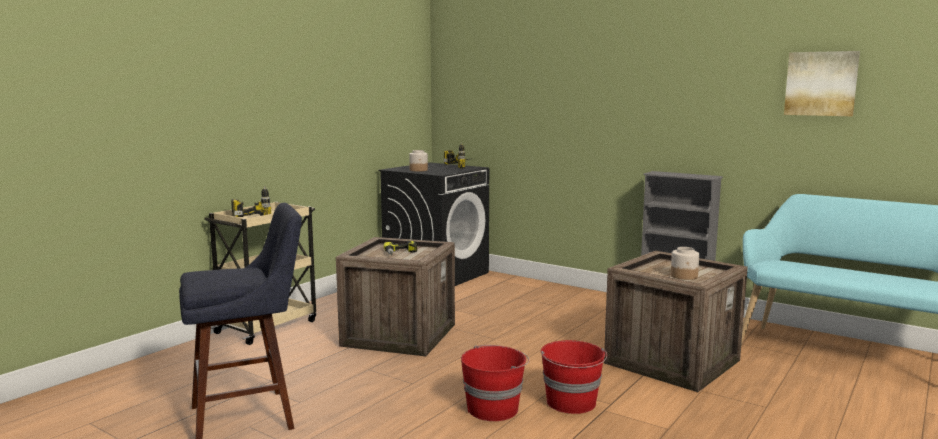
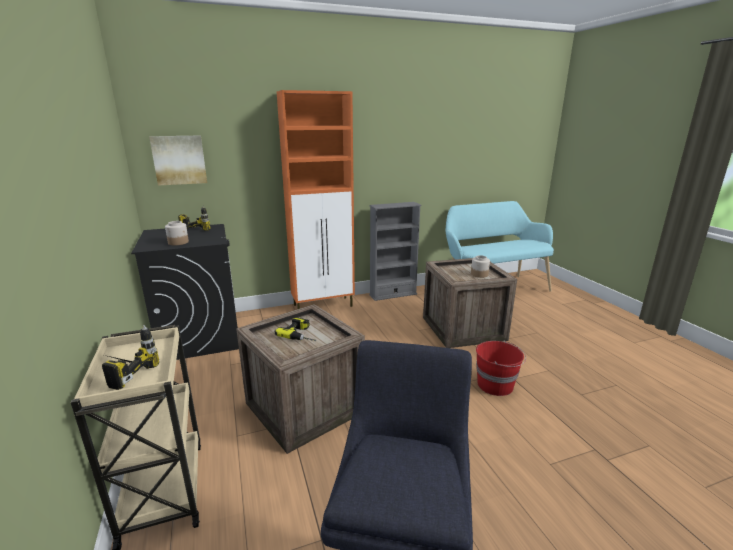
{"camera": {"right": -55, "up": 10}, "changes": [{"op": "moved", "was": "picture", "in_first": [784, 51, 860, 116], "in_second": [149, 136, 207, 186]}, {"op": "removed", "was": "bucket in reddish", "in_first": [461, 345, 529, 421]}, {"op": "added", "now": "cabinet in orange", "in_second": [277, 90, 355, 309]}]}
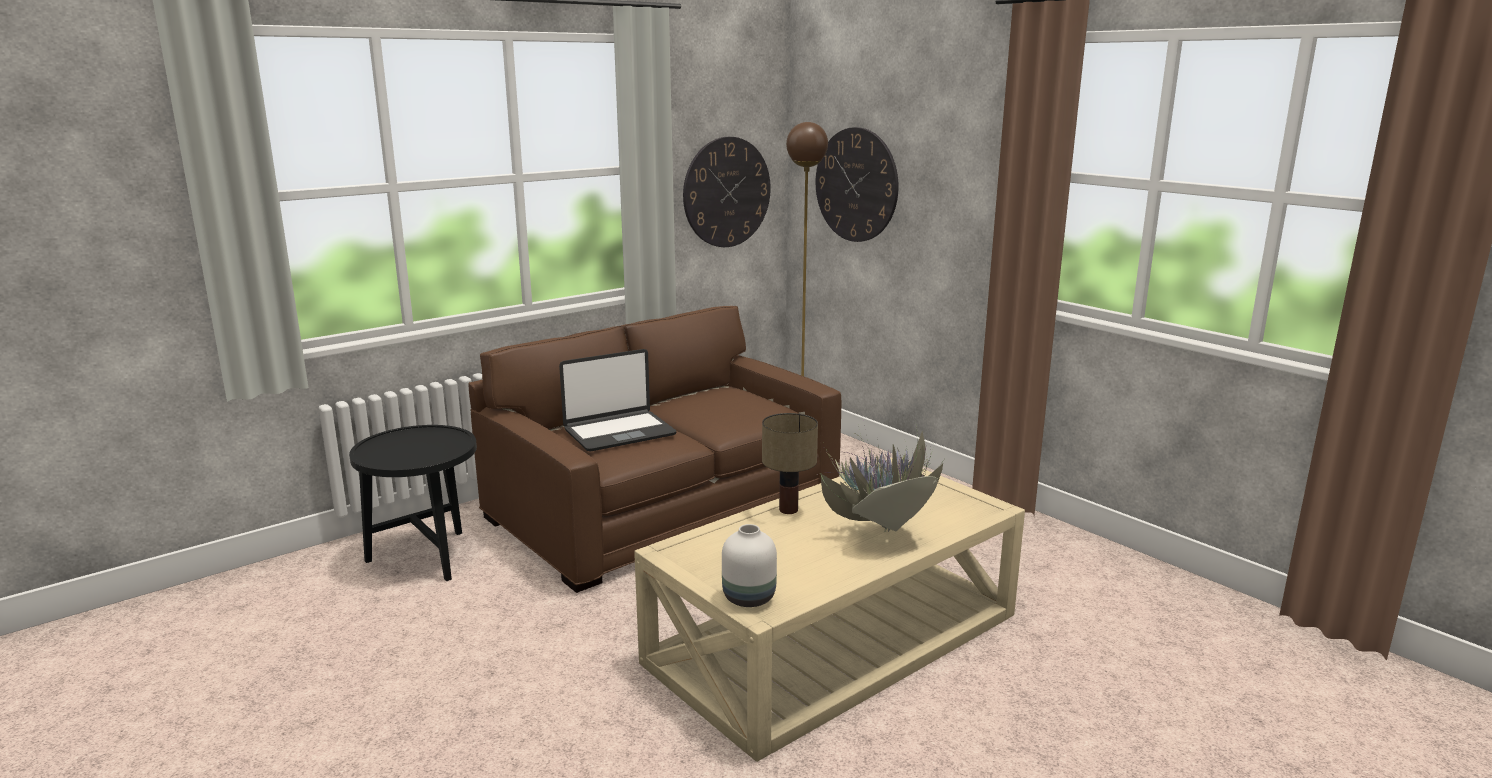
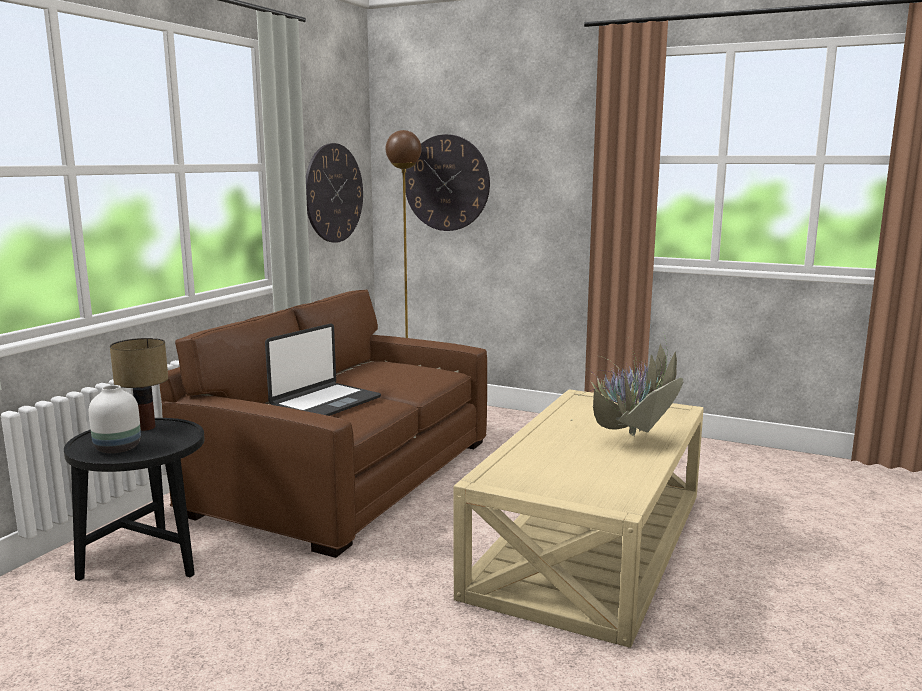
{"camera": {"right": -25, "up": -5}, "changes": [{"op": "moved", "was": "table lamp", "in_first": [762, 413, 818, 514], "in_second": [110, 338, 168, 431]}, {"op": "moved", "was": "vase in white", "in_first": [722, 524, 777, 607], "in_second": [89, 385, 141, 453]}]}
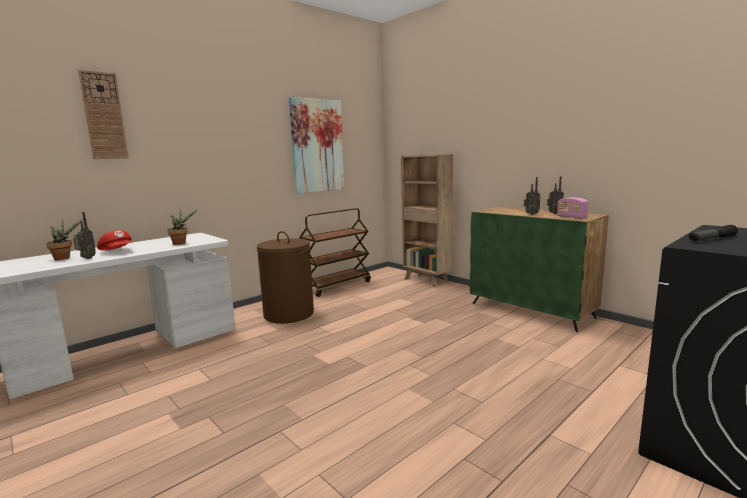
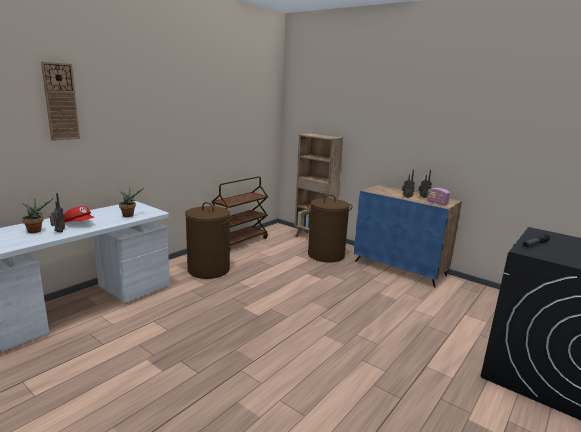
{"camera": {"right": -10, "up": 5}, "changes": [{"op": "removed", "was": "picture", "in_first": [289, 97, 345, 194]}, {"op": "recoloured", "was": "cabinet in greenish", "now": "cabinet in bluish", "in_first": [470, 207, 609, 332], "in_second": [354, 185, 462, 288]}, {"op": "added", "now": "washing basket in brownish", "in_second": [307, 195, 353, 263]}]}
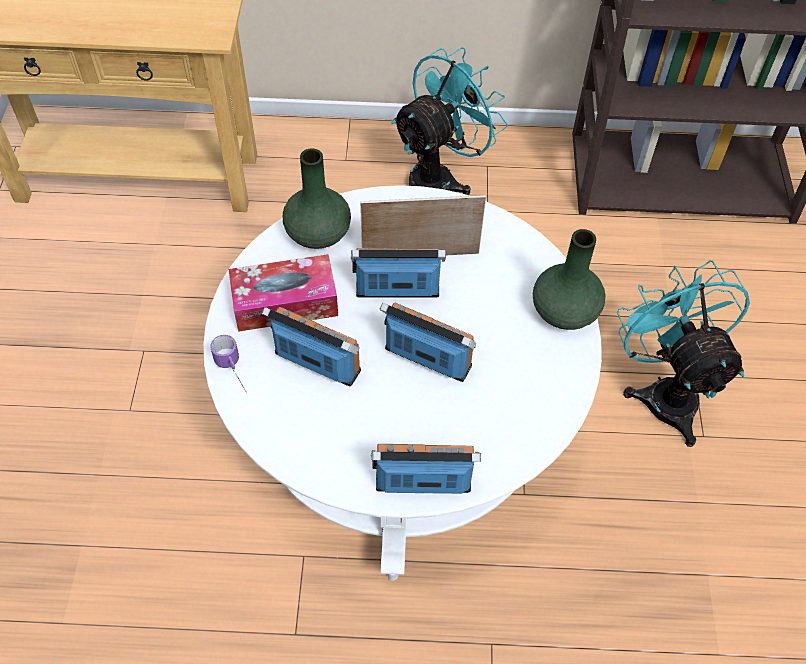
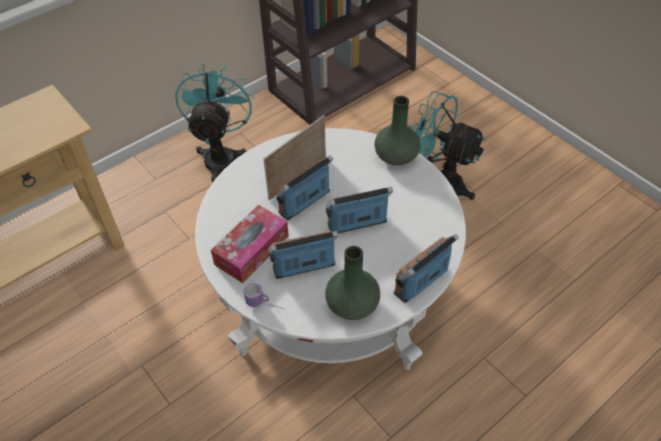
{"camera": {"right": -40, "up": -5}, "changes": [{"op": "moved", "was": "vase in greenish", "in_first": [283, 149, 351, 249], "in_second": [325, 246, 380, 320]}]}
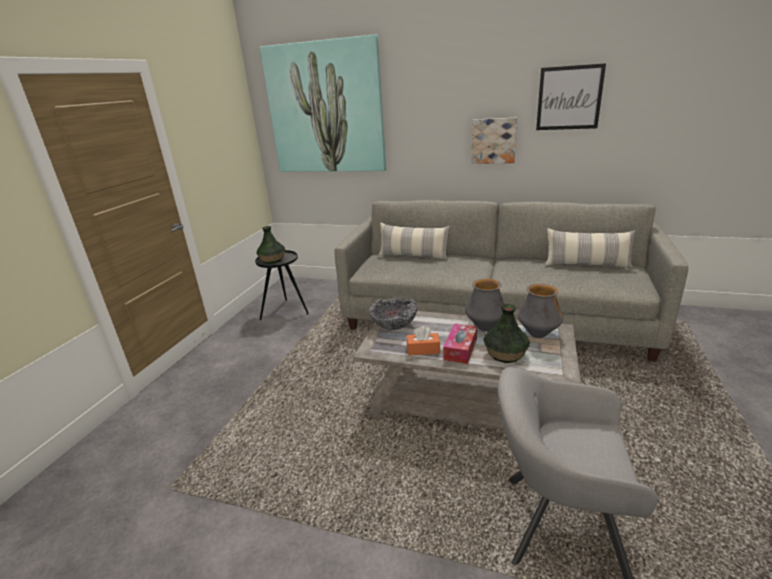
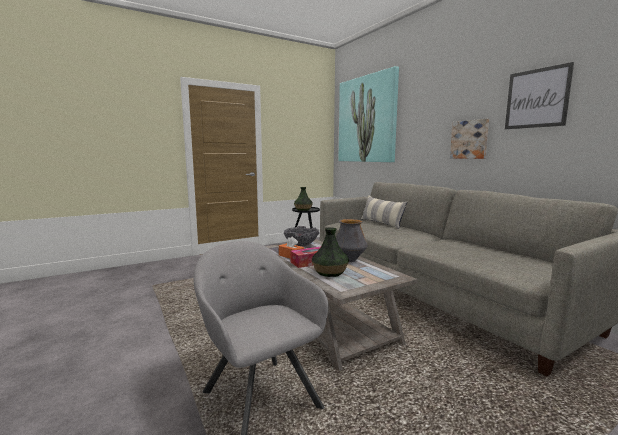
{"camera": {"right": 40, "up": -15}, "changes": [{"op": "removed", "was": "pillow", "in_first": [545, 228, 635, 269]}, {"op": "removed", "was": "vase", "in_first": [518, 283, 563, 338]}]}
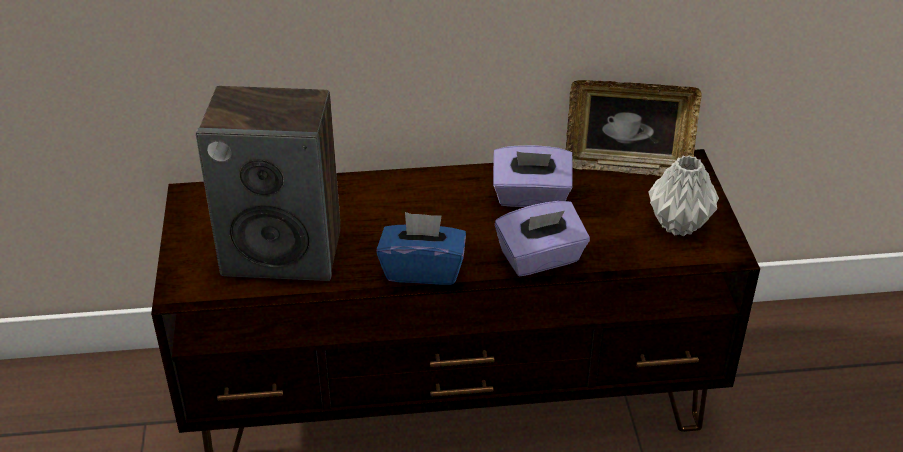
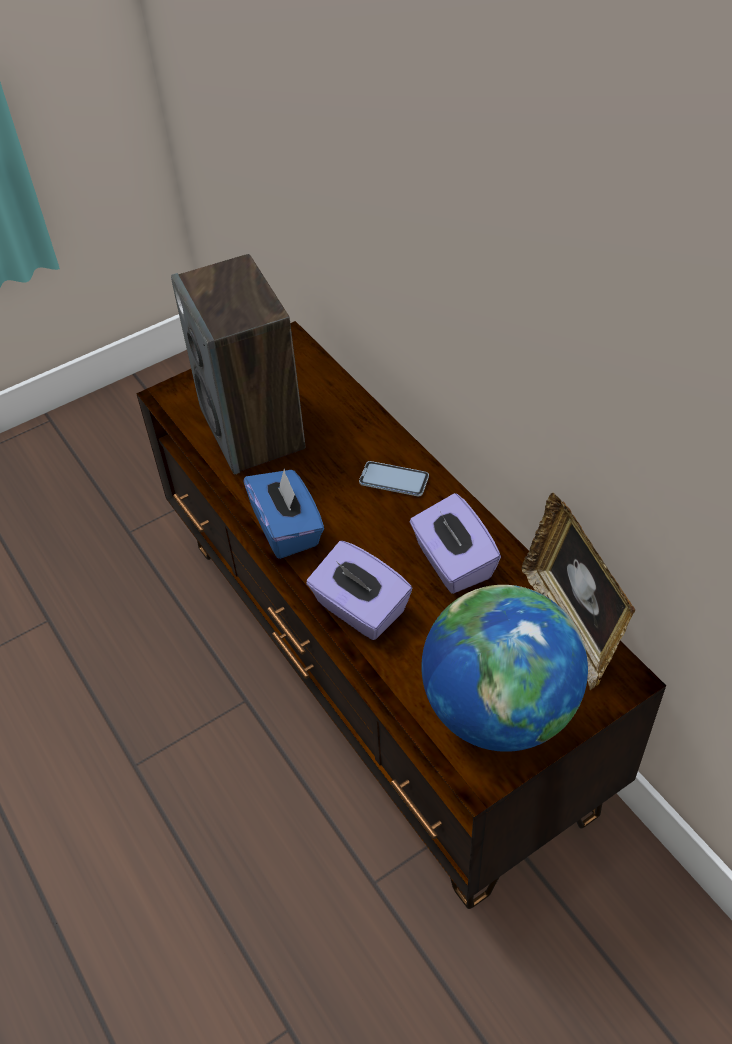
{"camera": {"right": 65, "up": 10}, "changes": [{"op": "replaced", "was": "vase in greyish", "now": "globe", "in_first": [648, 155, 719, 236], "in_second": [421, 585, 588, 752]}, {"op": "added", "now": "telephone", "in_second": [359, 461, 429, 497]}]}
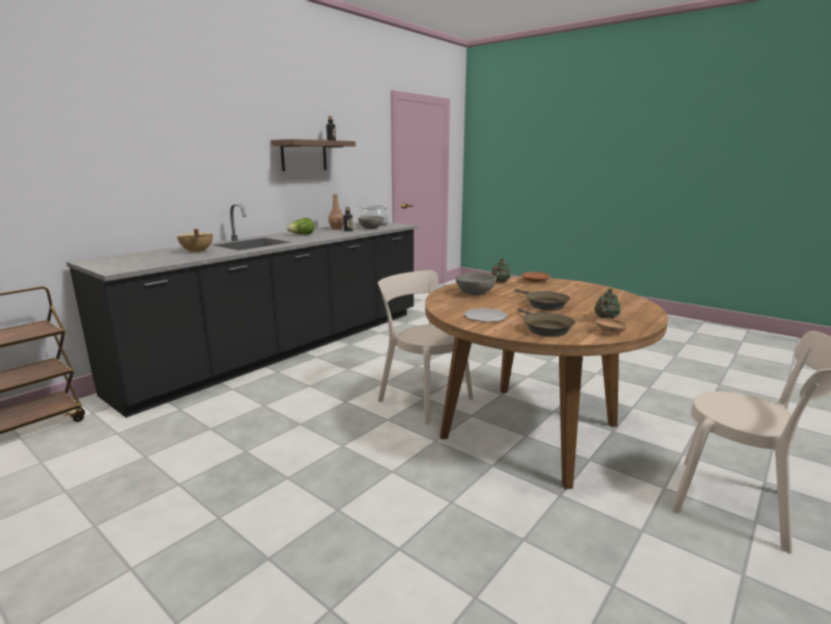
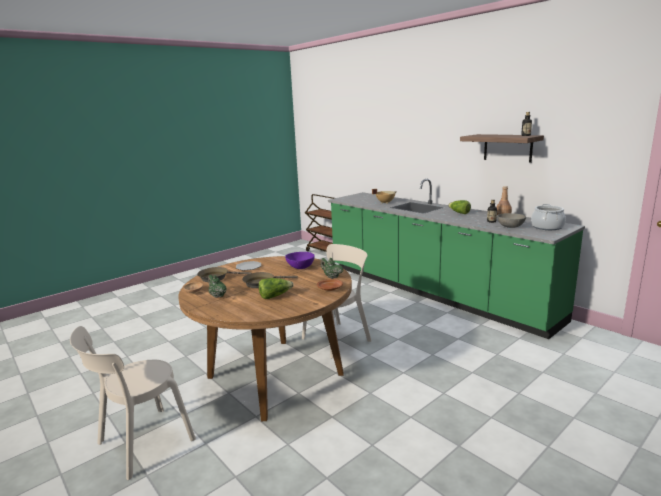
{"camera": {"right": 100, "up": 0}, "changes": [{"op": "recoloured", "was": "kitchen counter in blackish", "now": "kitchen counter in greenish", "in_first": [66, 203, 418, 418], "in_second": [328, 179, 585, 339]}, {"op": "recoloured", "was": "serving bowl in greyish", "now": "serving bowl in purple", "in_first": [456, 273, 497, 295], "in_second": [285, 252, 315, 269]}, {"op": "added", "now": "lettuce head", "in_second": [258, 278, 294, 299]}]}
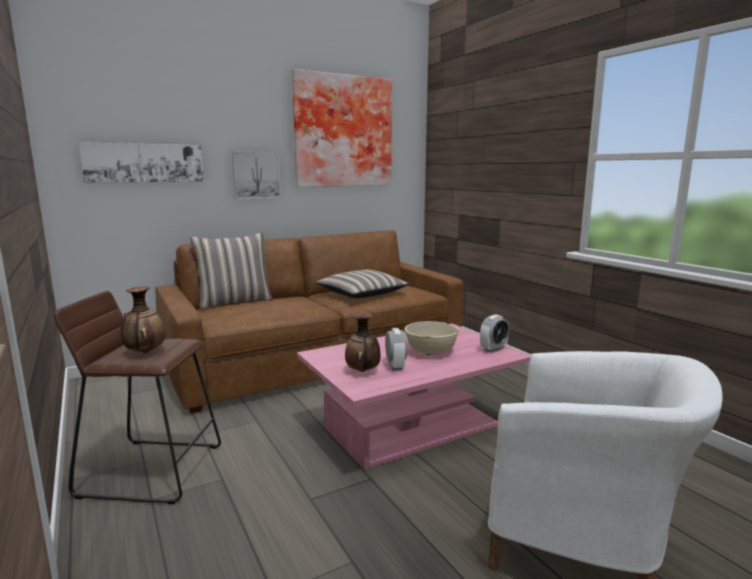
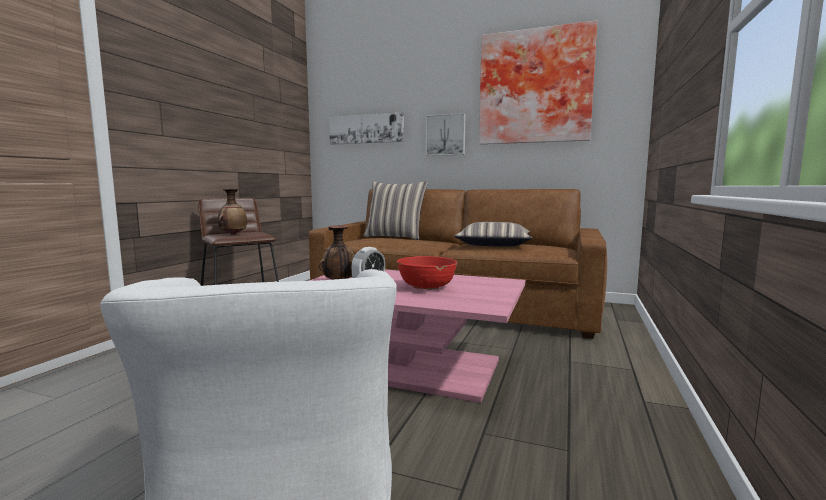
{"camera": {"right": 50, "up": -5}, "changes": [{"op": "removed", "was": "table clock", "in_first": [480, 314, 509, 353]}, {"op": "recoloured", "was": "serving bowl in beige", "now": "serving bowl in reddish", "in_first": [405, 321, 459, 355], "in_second": [397, 256, 457, 290]}]}
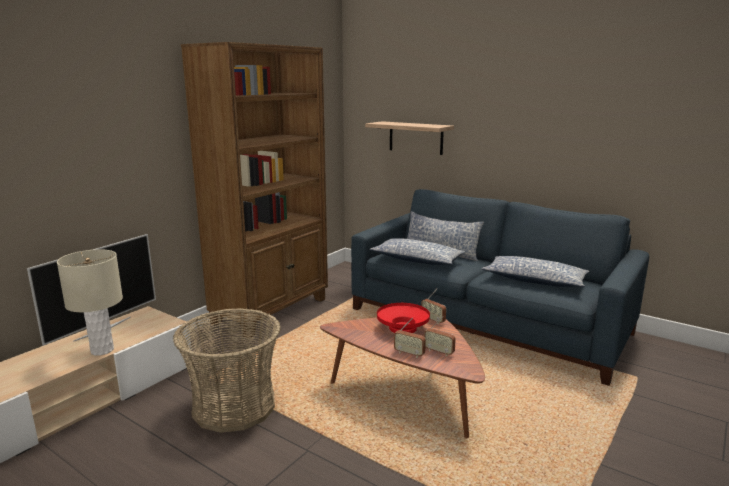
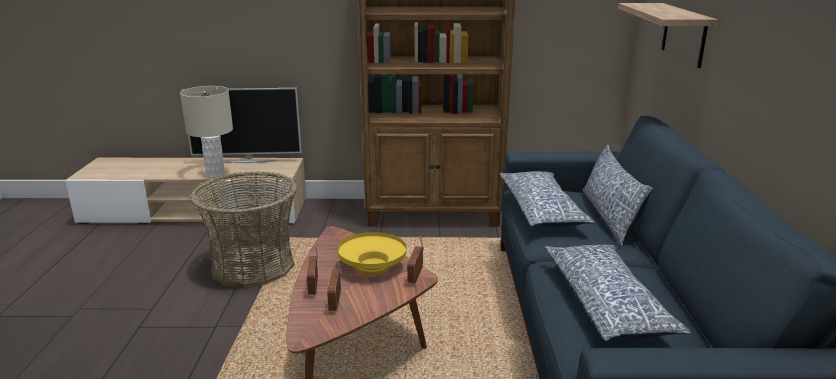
{"camera": {"right": 55, "up": 5}, "changes": [{"op": "recoloured", "was": "serving bowl in reddish", "now": "serving bowl in yellowish", "in_first": [377, 303, 430, 333], "in_second": [337, 232, 407, 275]}]}
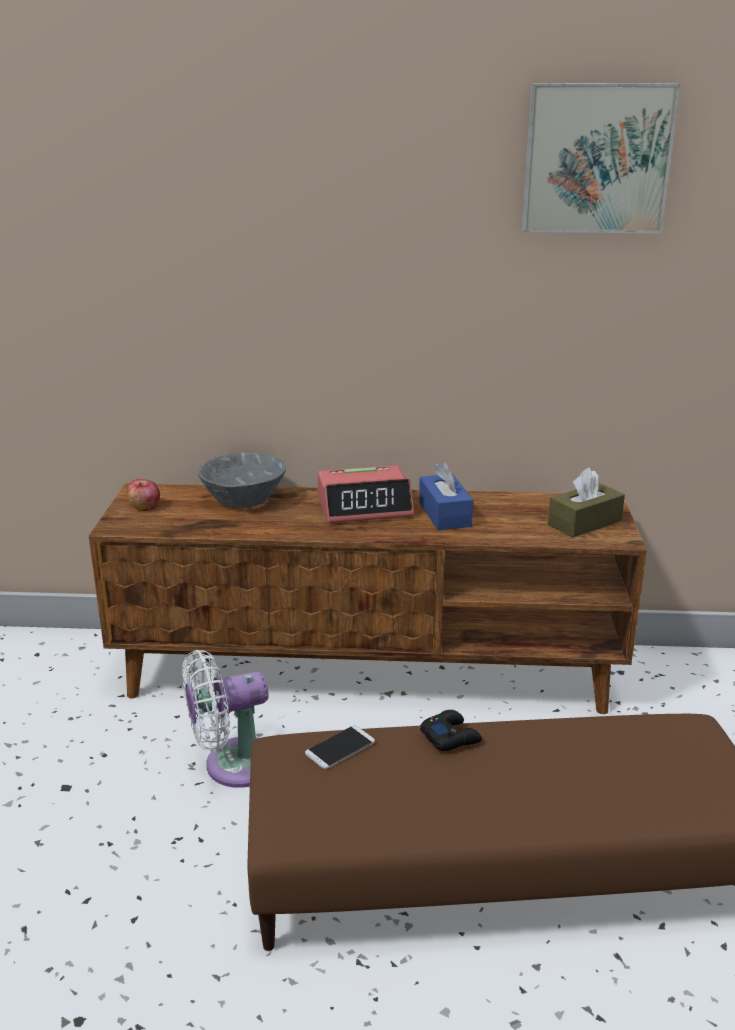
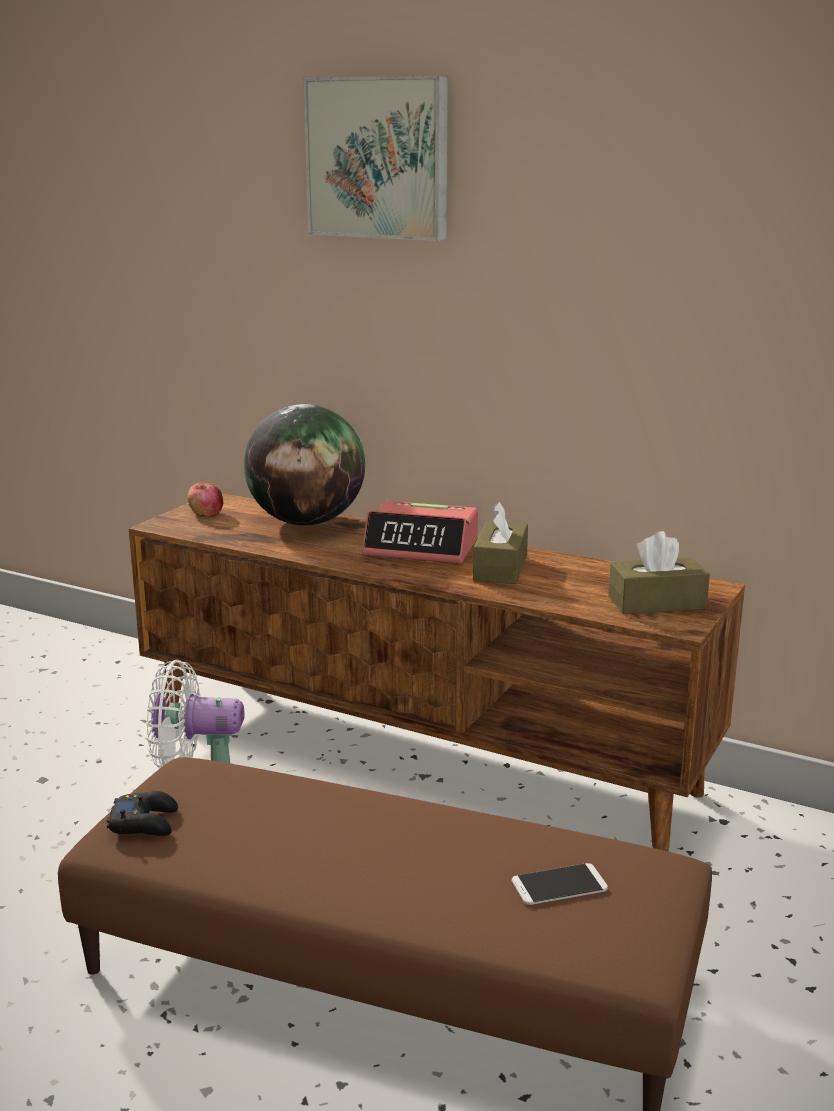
{"camera": {"right": 25, "up": -5}, "changes": [{"op": "moved", "was": "picture", "in_first": [522, 83, 680, 233], "in_second": [303, 75, 448, 241]}, {"op": "replaced", "was": "serving bowl in greyish", "now": "globe", "in_first": [197, 452, 286, 508], "in_second": [244, 404, 365, 525]}, {"op": "recoloured", "was": "box of tissues in bluish", "now": "box of tissues in brownish", "in_first": [419, 461, 474, 530], "in_second": [473, 501, 528, 584]}, {"op": "moved", "was": "game controller in blackish", "in_first": [420, 710, 482, 751], "in_second": [107, 791, 178, 836]}, {"op": "moved", "was": "telephone", "in_first": [305, 726, 375, 769], "in_second": [512, 863, 608, 905]}]}
